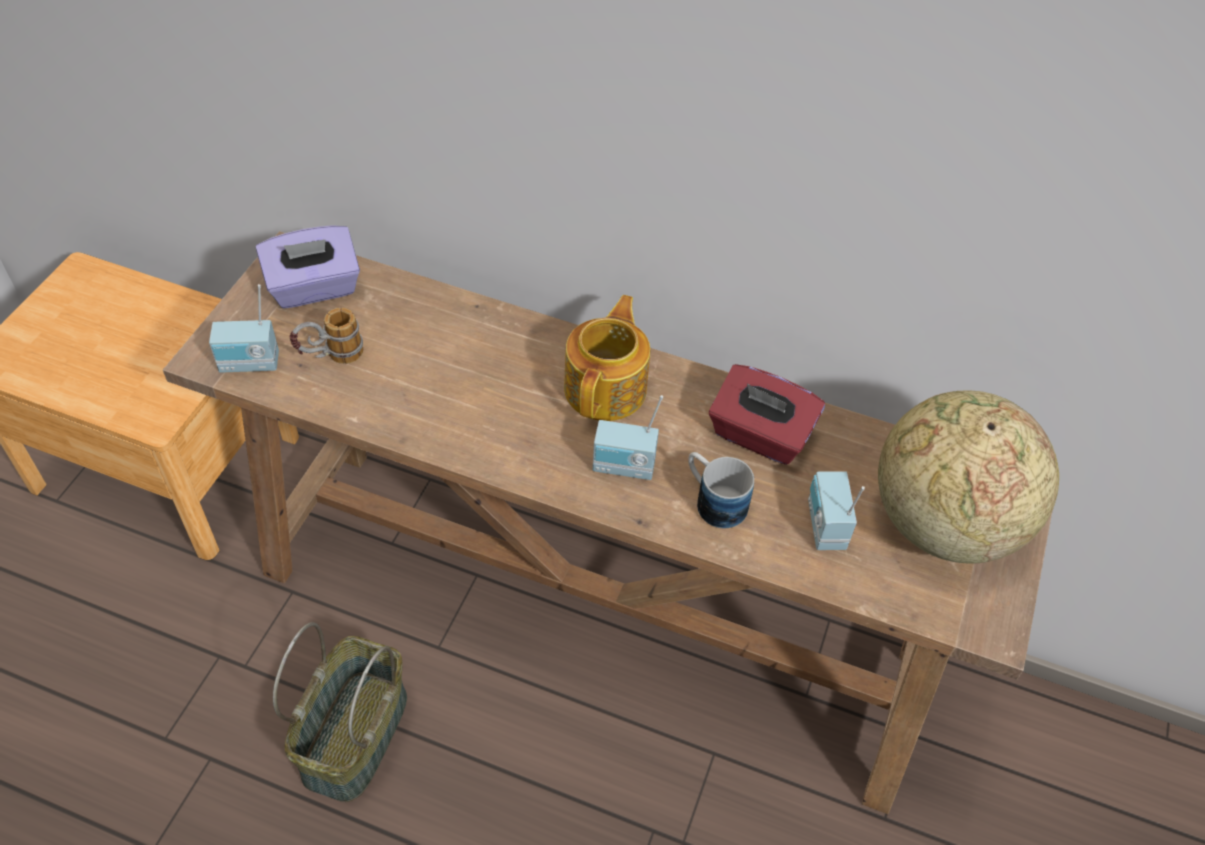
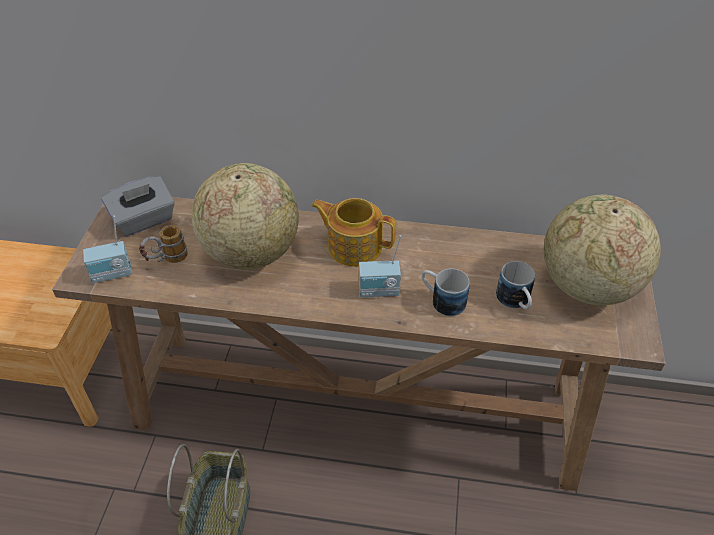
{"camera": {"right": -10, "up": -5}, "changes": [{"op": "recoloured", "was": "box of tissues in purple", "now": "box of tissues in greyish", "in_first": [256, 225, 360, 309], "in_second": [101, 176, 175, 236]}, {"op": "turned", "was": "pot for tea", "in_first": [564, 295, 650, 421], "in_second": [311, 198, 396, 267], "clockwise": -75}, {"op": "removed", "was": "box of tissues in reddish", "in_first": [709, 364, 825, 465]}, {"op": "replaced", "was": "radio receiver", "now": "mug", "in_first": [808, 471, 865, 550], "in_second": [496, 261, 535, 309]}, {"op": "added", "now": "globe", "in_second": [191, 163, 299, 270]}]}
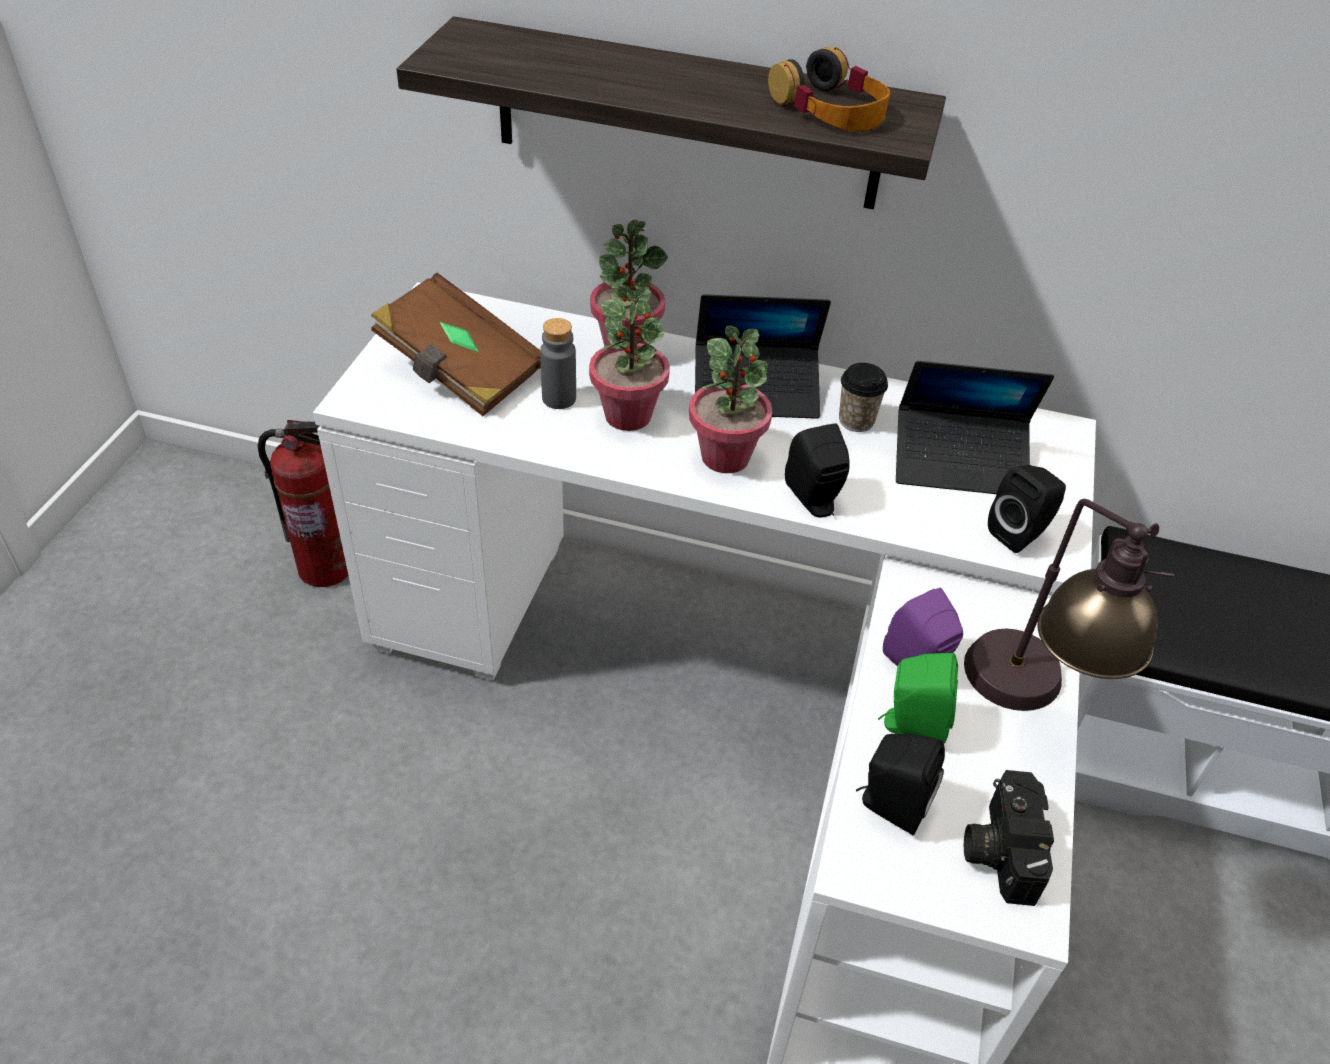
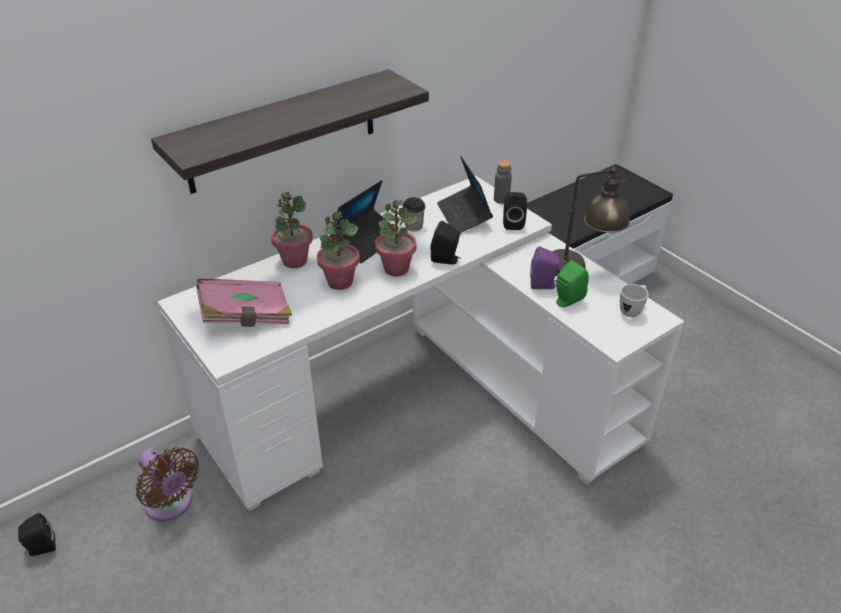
{"camera": {"right": -50, "up": -5}, "changes": [{"op": "removed", "was": "headphones", "in_first": [768, 47, 890, 131]}, {"op": "recoloured", "was": "bound book in brownish", "now": "bound book in pink", "in_first": [371, 273, 541, 416], "in_second": [196, 279, 292, 327]}, {"op": "moved", "was": "drink bottle in greyish", "in_first": [540, 318, 576, 409], "in_second": [494, 160, 512, 204]}, {"op": "turned", "was": "laptop", "in_first": [896, 361, 1054, 494], "in_second": [437, 155, 493, 233], "clockwise": 120}, {"op": "replaced", "was": "fire-fighting cylinder", "now": "electric fan in brownish", "in_first": [258, 420, 349, 587], "in_second": [136, 447, 199, 521]}, {"op": "moved", "was": "loudspeaker in blackish", "in_first": [856, 733, 945, 836], "in_second": [18, 513, 56, 556]}, {"op": "replaced", "was": "still camera", "now": "mug in white", "in_first": [964, 770, 1054, 906], "in_second": [620, 284, 648, 317]}]}
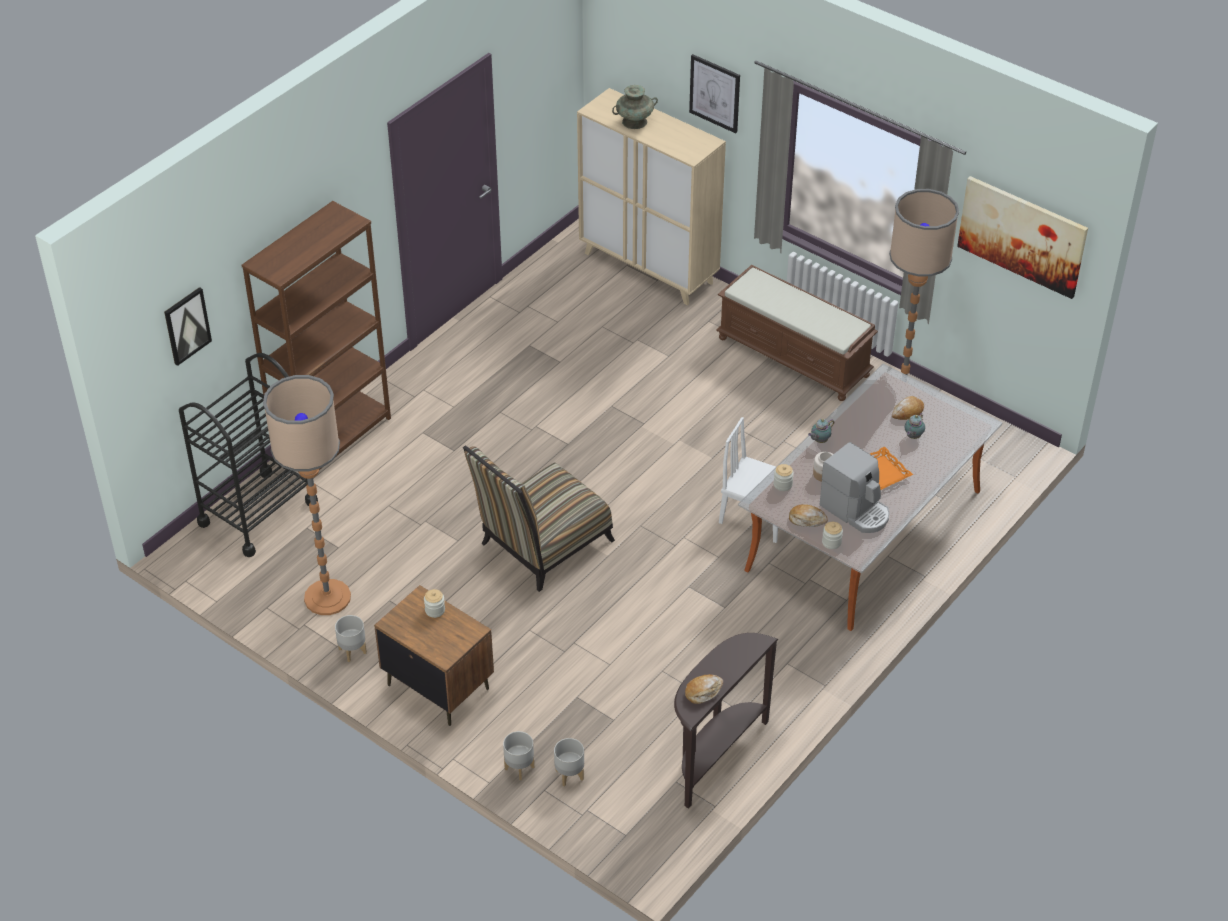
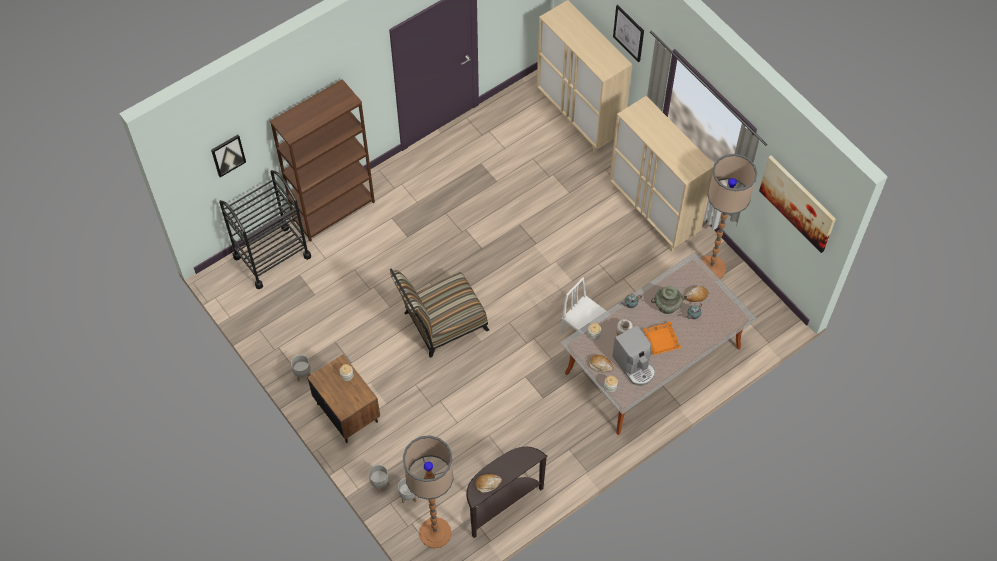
{"camera": {"right": 15, "up": 15}, "changes": [{"op": "moved", "was": "vase in turquoise-coloured", "in_first": [612, 85, 658, 129], "in_second": [651, 286, 687, 314]}, {"op": "replaced", "was": "long seat in brownish", "now": "cabinet in beige", "in_first": [716, 265, 878, 401], "in_second": [609, 96, 714, 251]}, {"op": "moved", "was": "standard lamp", "in_first": [263, 375, 351, 615], "in_second": [403, 435, 454, 548]}]}
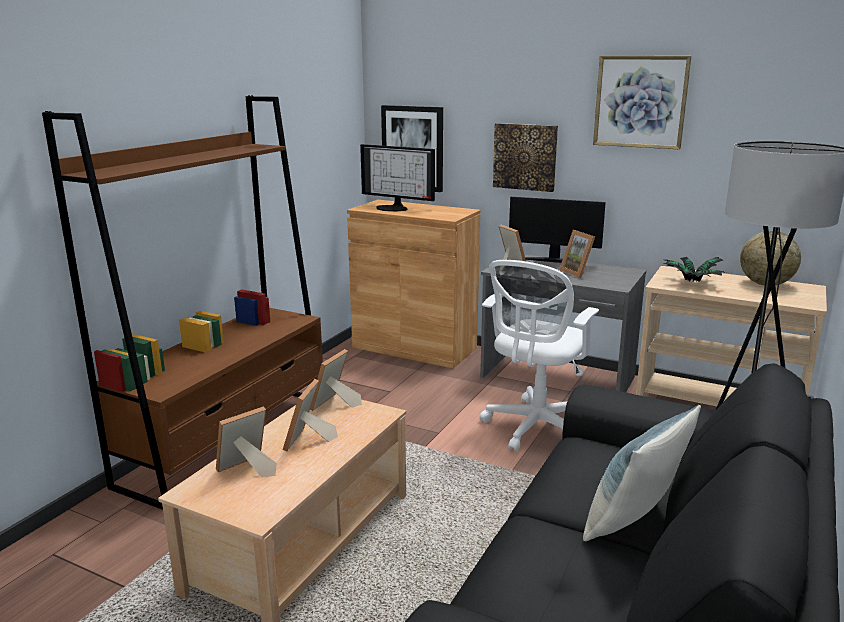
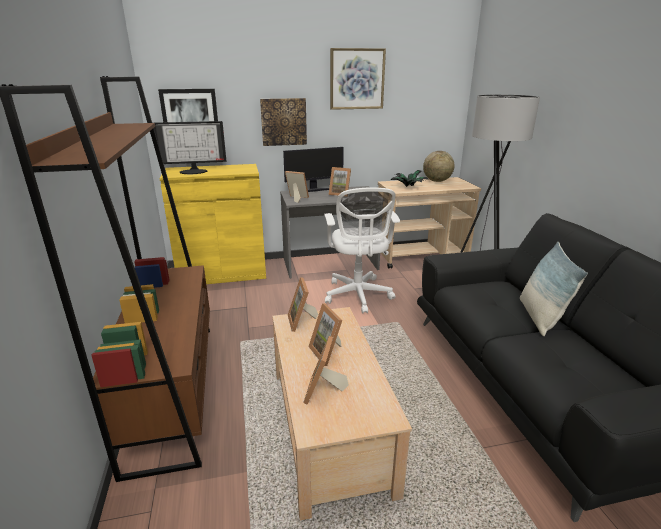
{"camera": {"right": -40, "up": 5}, "changes": [{"op": "recoloured", "was": "cabinet in brownish", "now": "cabinet in yellowish", "in_first": [347, 200, 480, 368], "in_second": [160, 164, 266, 284]}]}
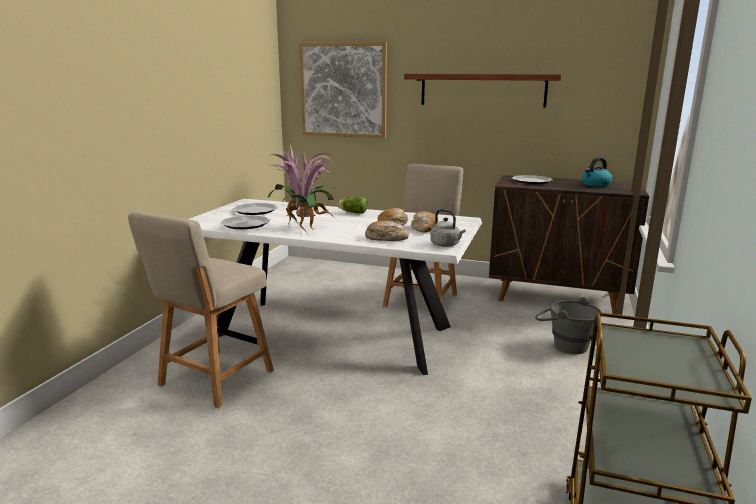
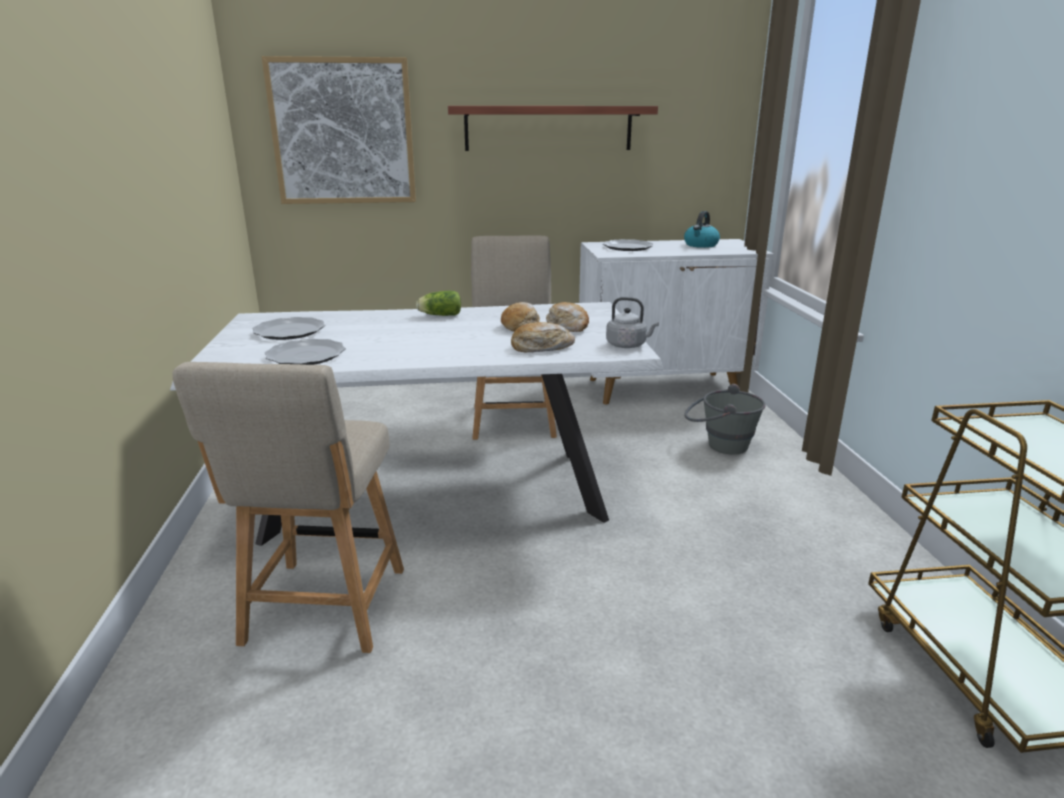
{"camera": {"right": -25, "up": 5}, "changes": [{"op": "removed", "was": "plant in a pot", "in_first": [268, 144, 335, 234]}, {"op": "recoloured", "was": "cabinet in brownish", "now": "cabinet in white", "in_first": [489, 175, 649, 315], "in_second": [579, 239, 774, 404]}]}
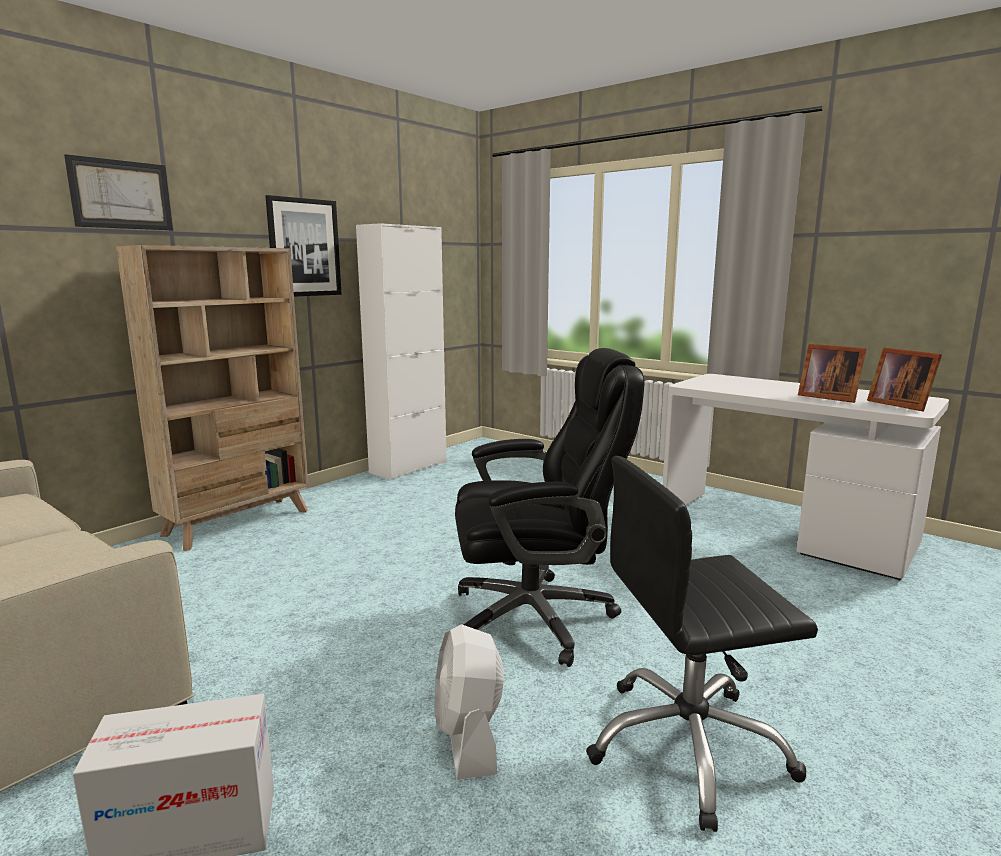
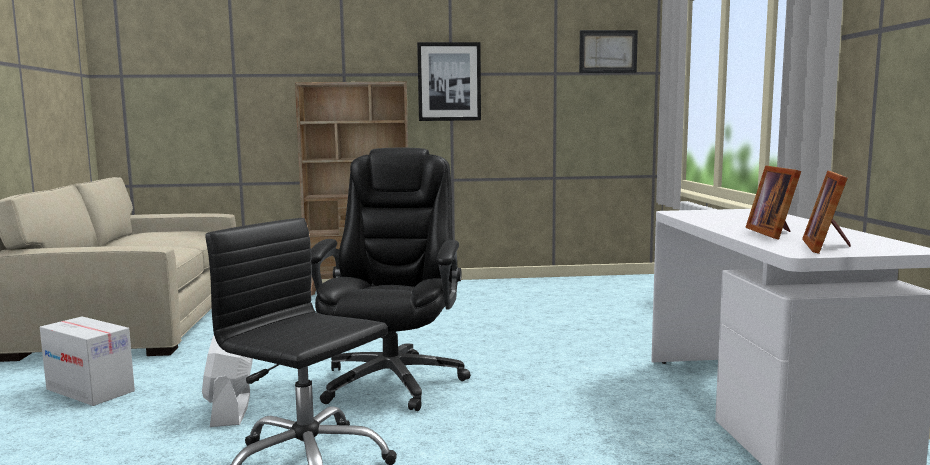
{"camera": {"right": 45, "up": -5}, "changes": [{"op": "moved", "was": "picture", "in_first": [64, 154, 173, 230], "in_second": [579, 30, 638, 73]}, {"op": "removed", "was": "cabinet in white", "in_first": [356, 223, 447, 480]}, {"op": "turned", "was": "computer chair in blackish", "in_first": [455, 348, 645, 667], "in_second": [311, 148, 471, 411], "clockwise": -120}, {"op": "turned", "was": "electric fan in white", "in_first": [434, 624, 504, 780], "in_second": [202, 336, 253, 427], "clockwise": -45}]}
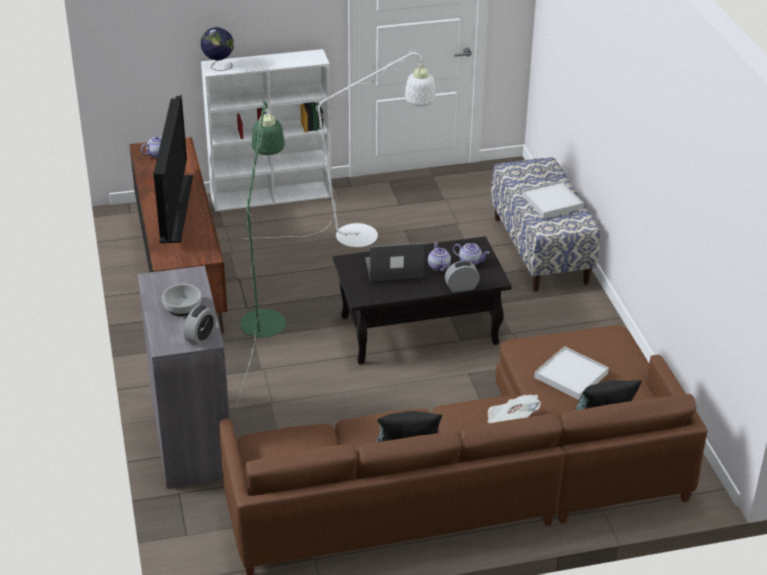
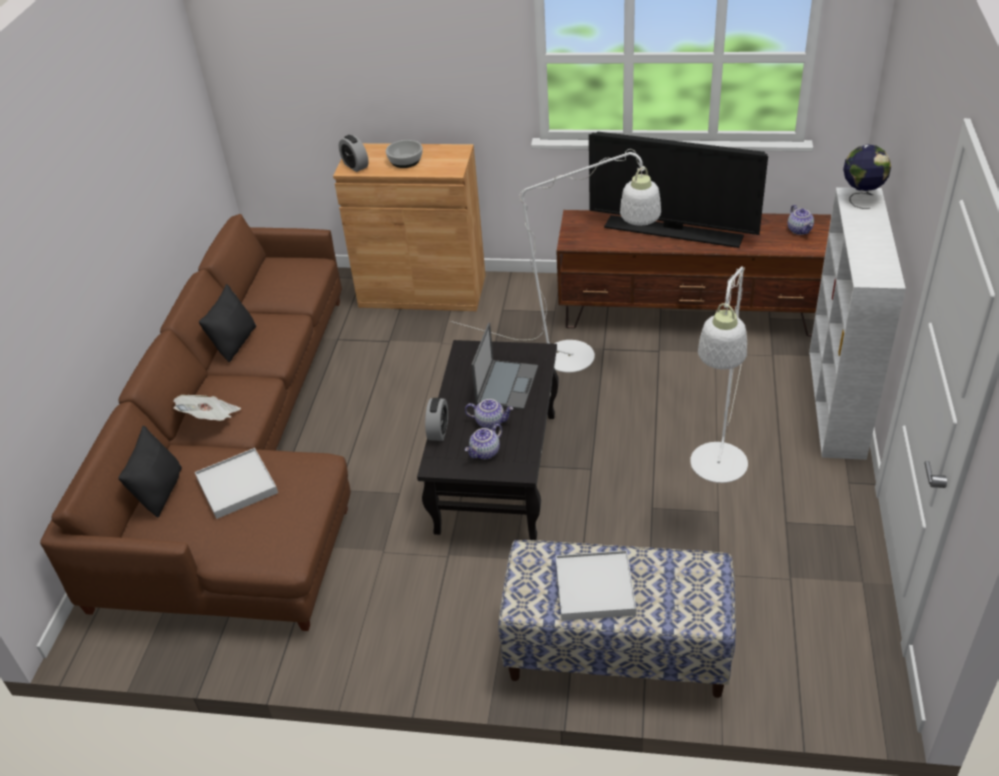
{"camera": {"right": 115, "up": 5}, "changes": [{"op": "recoloured", "was": "standard lamp in greenish", "now": "standard lamp in white", "in_first": [237, 101, 286, 404], "in_second": [451, 149, 661, 373]}, {"op": "recoloured", "was": "cabinet in greyish", "now": "cabinet in brownish", "in_first": [138, 266, 230, 489], "in_second": [333, 143, 486, 311]}]}
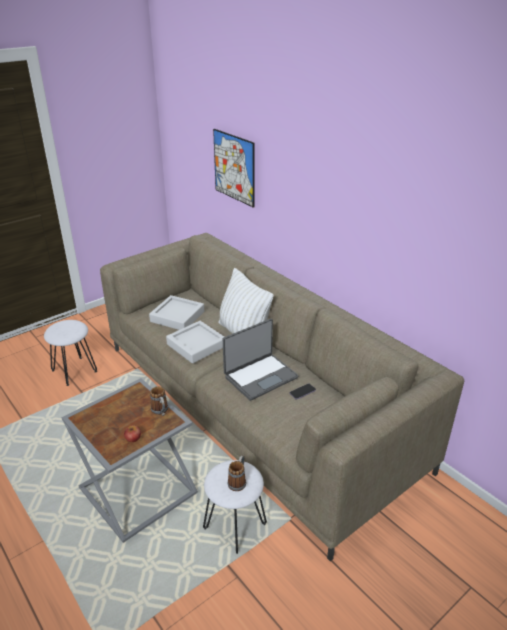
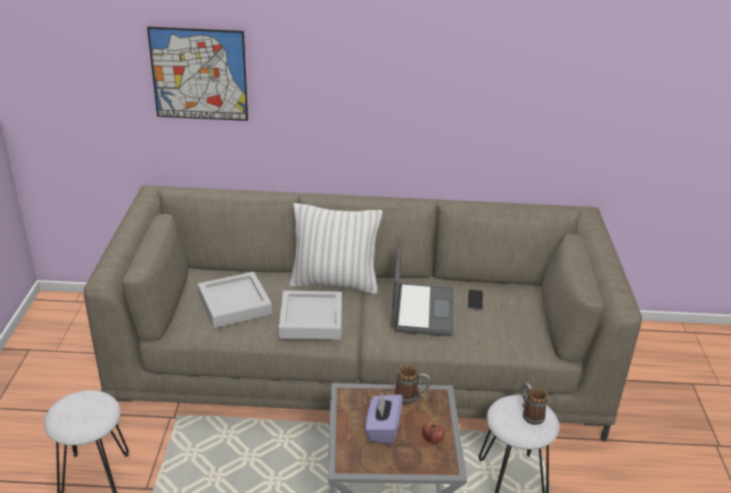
{"camera": {"right": -50, "up": 0}, "changes": [{"op": "added", "now": "box of tissues in purple", "in_second": [365, 393, 403, 444]}]}
